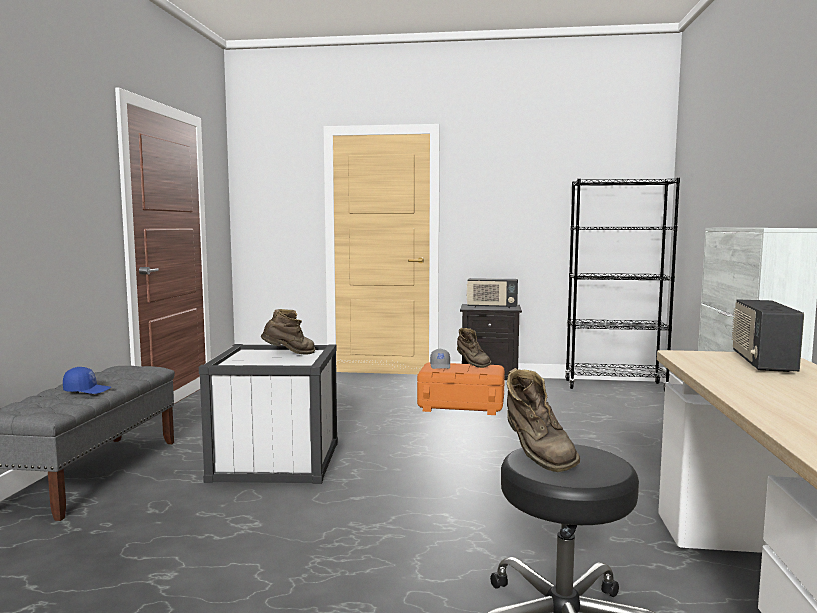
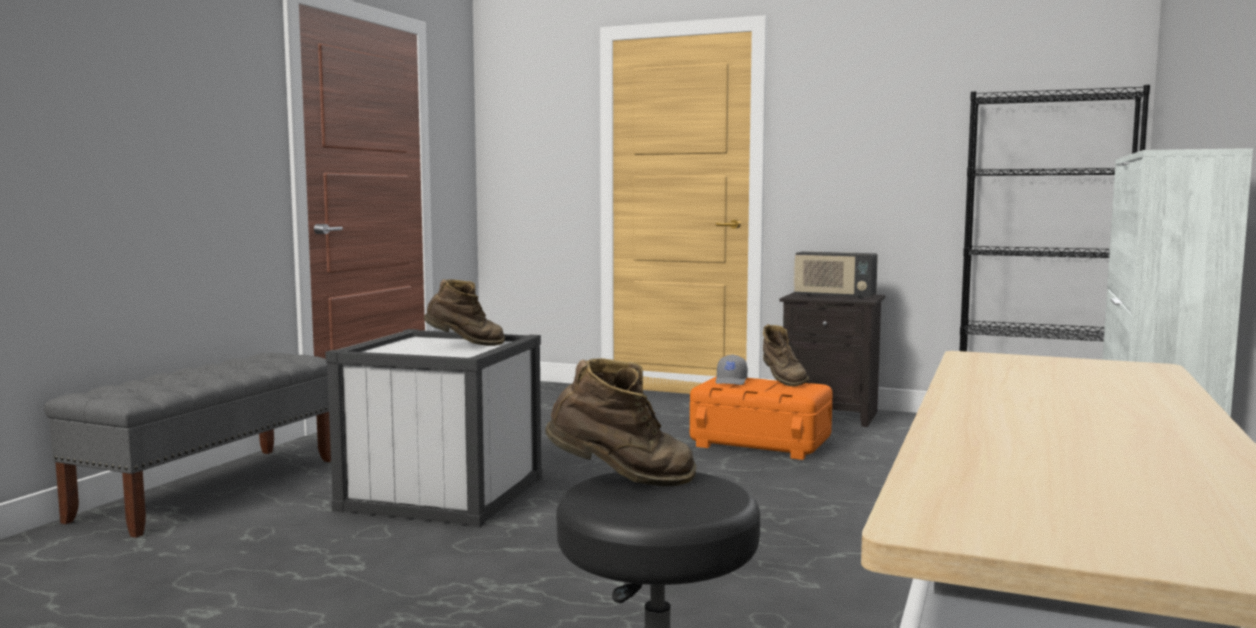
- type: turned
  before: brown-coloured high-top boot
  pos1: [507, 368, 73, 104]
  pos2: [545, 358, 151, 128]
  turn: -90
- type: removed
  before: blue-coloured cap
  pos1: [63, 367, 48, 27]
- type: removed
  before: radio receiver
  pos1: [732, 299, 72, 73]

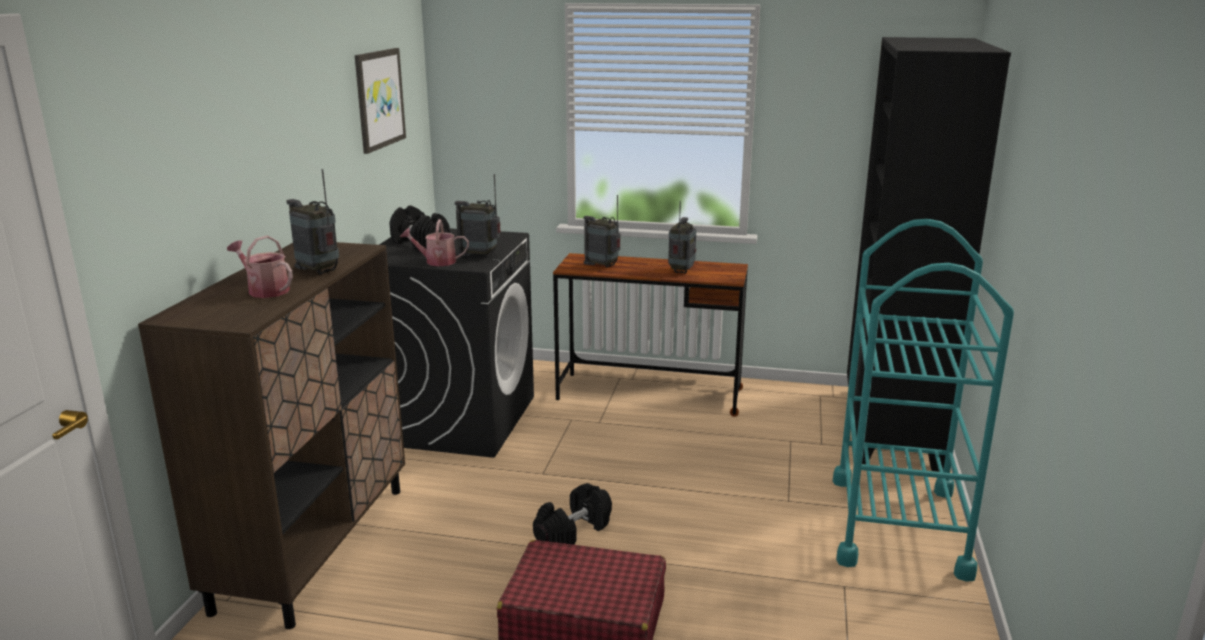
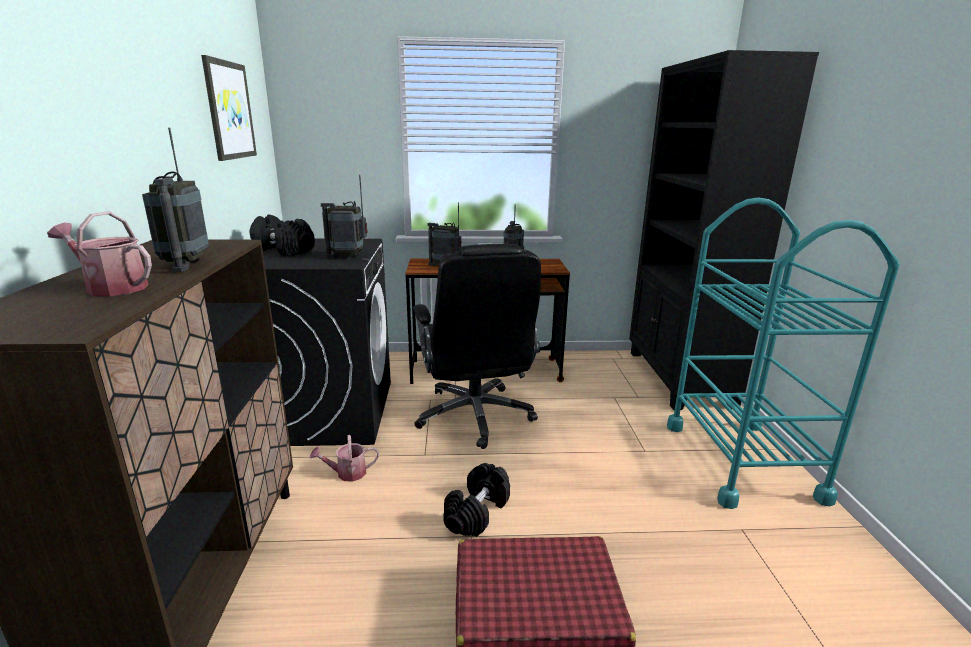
- type: turned
  before: radio receiver
  pos1: [287, 169, 52, 106]
  pos2: [142, 128, 67, 144]
  turn: -120
- type: moved
  before: watering can
  pos1: [400, 219, 69, 47]
  pos2: [310, 435, 69, 47]
- type: added
  after: black-coloured office chair
  pos2: [413, 244, 128, 205]

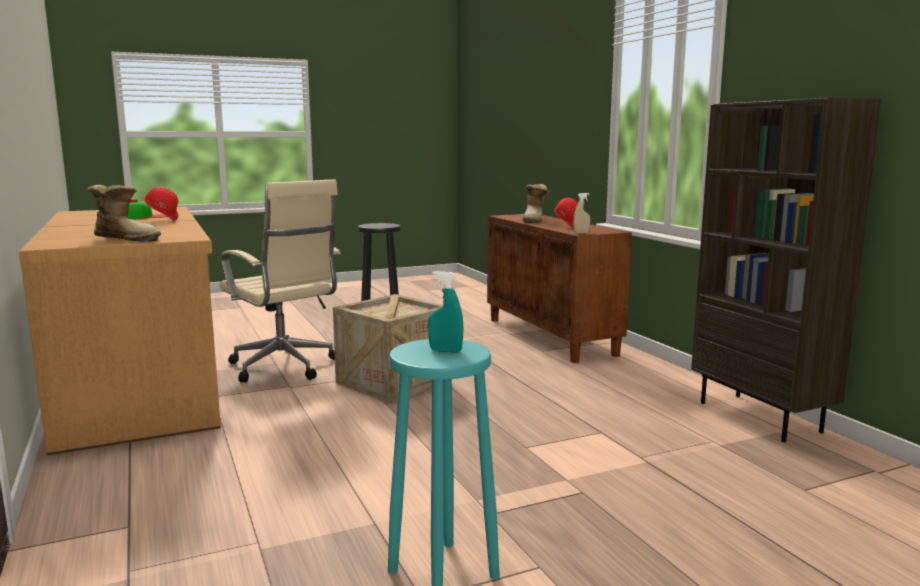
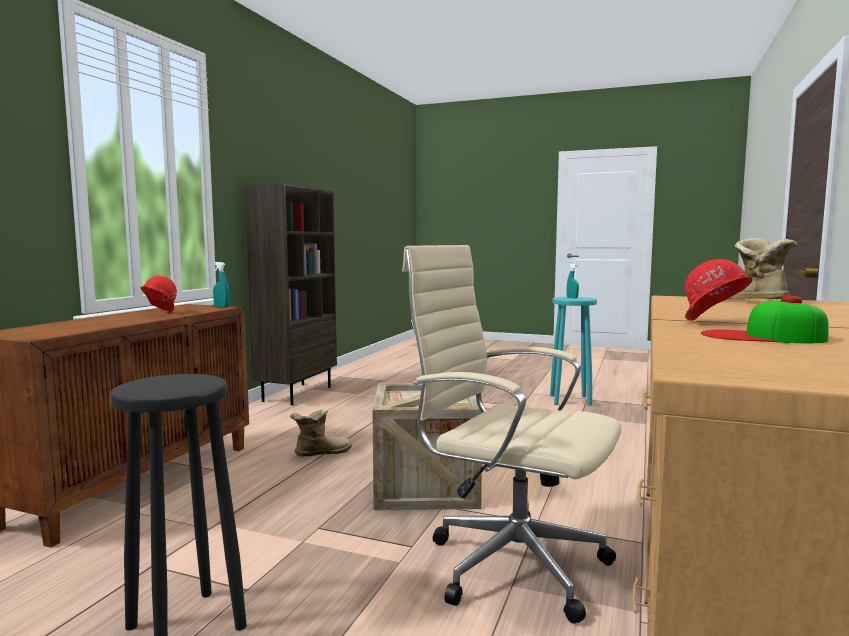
- type: recoloured
  before: sand-coloured sprayer
  after: turquoise-coloured sprayer
  pos1: [574, 193, 16, 41]
  pos2: [213, 262, 17, 46]
- type: moved
  before: high-top boot
  pos1: [523, 184, 26, 39]
  pos2: [290, 410, 63, 47]
- type: turned
  before: sand-coloured office chair
  pos1: [220, 179, 121, 203]
  pos2: [402, 245, 220, 379]
  turn: -60

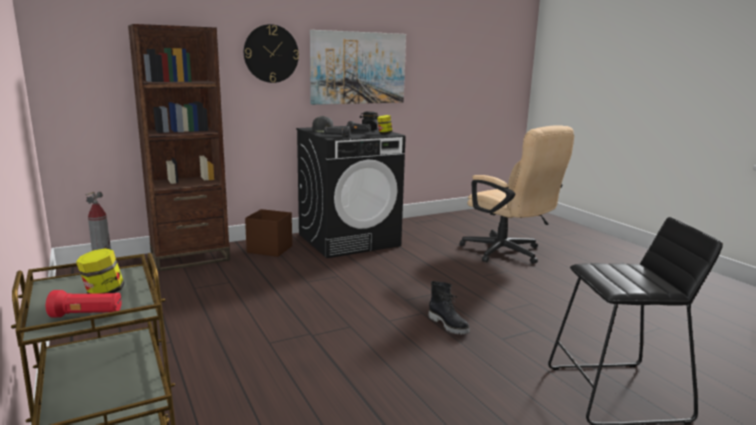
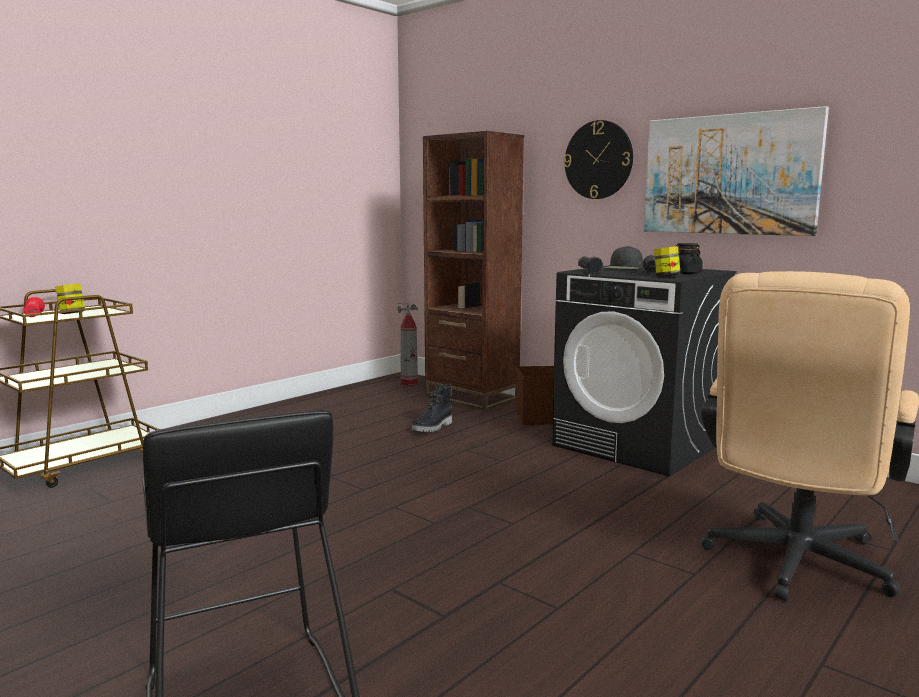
- type: moved
  before: black-coloured high-top boot
  pos1: [429, 281, 41, 54]
  pos2: [412, 384, 40, 48]

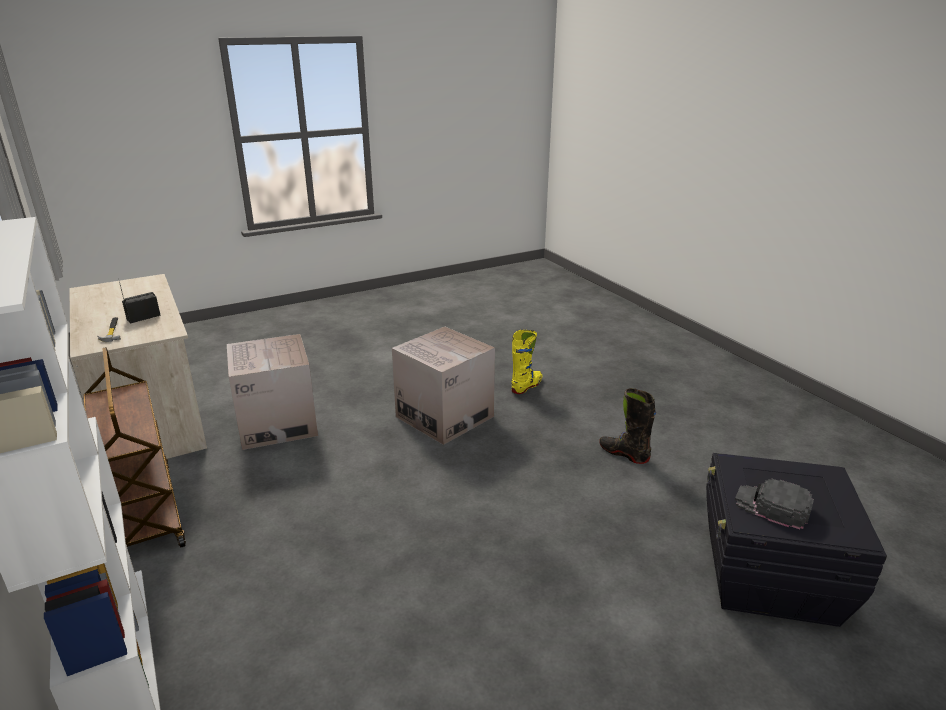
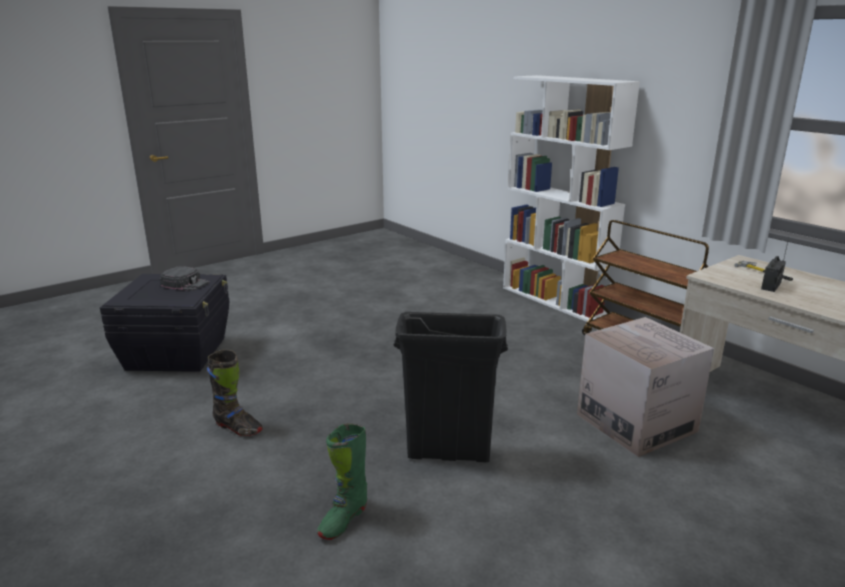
- type: recoloured
  before: yellow-coloured high-top boot
  after: green-coloured high-top boot
  pos1: [512, 330, 30, 64]
  pos2: [317, 424, 50, 116]
- type: replaced
  before: cardboard box
  after: black-coloured waste bin
  pos1: [392, 327, 103, 118]
  pos2: [393, 312, 115, 150]

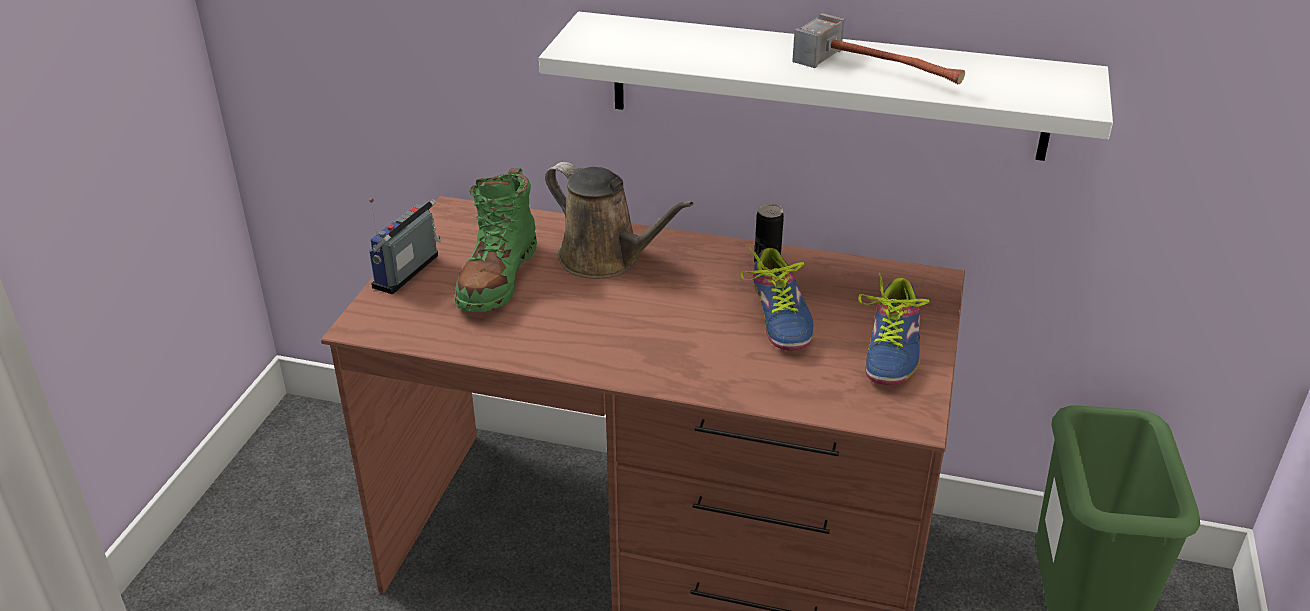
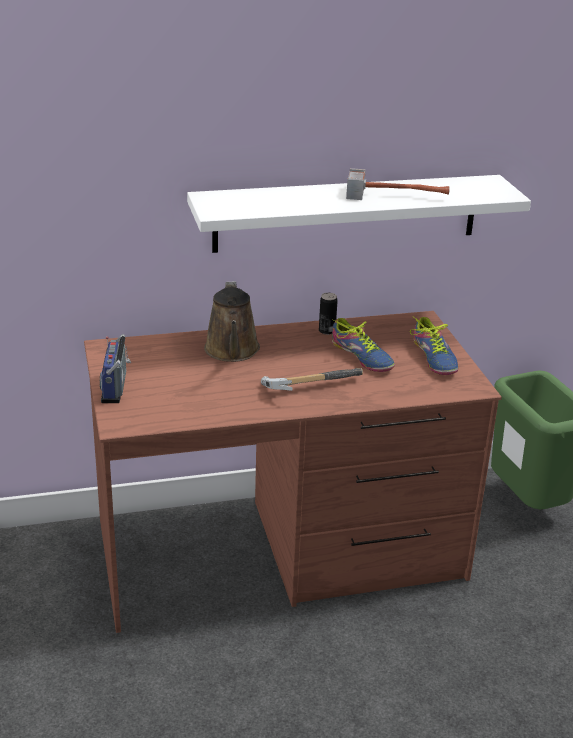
- type: turned
  before: brown-coloured watering can
  pos1: [545, 162, 149, 117]
  pos2: [204, 281, 56, 81]
  turn: 75
- type: added
  after: hand hammer
  pos2: [261, 368, 102, 23]
- type: removed
  before: green-coloured high-top boot
  pos1: [454, 168, 83, 144]

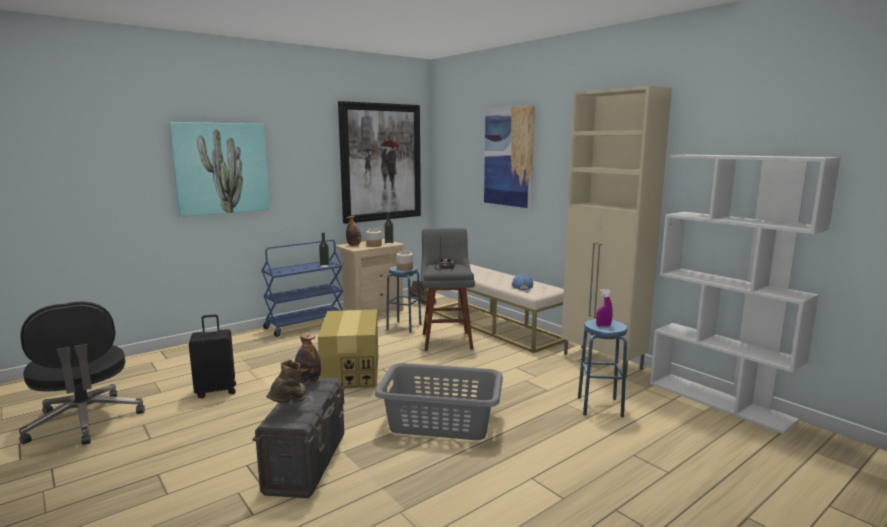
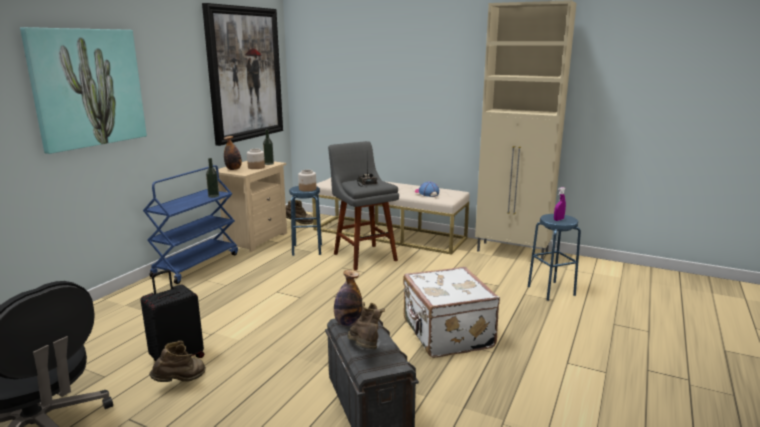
- type: added
  after: brown-coloured high-top boot
  pos2: [149, 341, 57, 41]
- type: replaced
  before: greyish laundry basket
  after: white-coloured travel case
  pos1: [375, 363, 128, 77]
  pos2: [403, 267, 97, 91]
- type: removed
  before: cardboard box
  pos1: [318, 310, 60, 78]
- type: removed
  before: wall picture
  pos1: [484, 105, 51, 103]
- type: removed
  before: white-coloured bookshelf
  pos1: [650, 154, 191, 280]

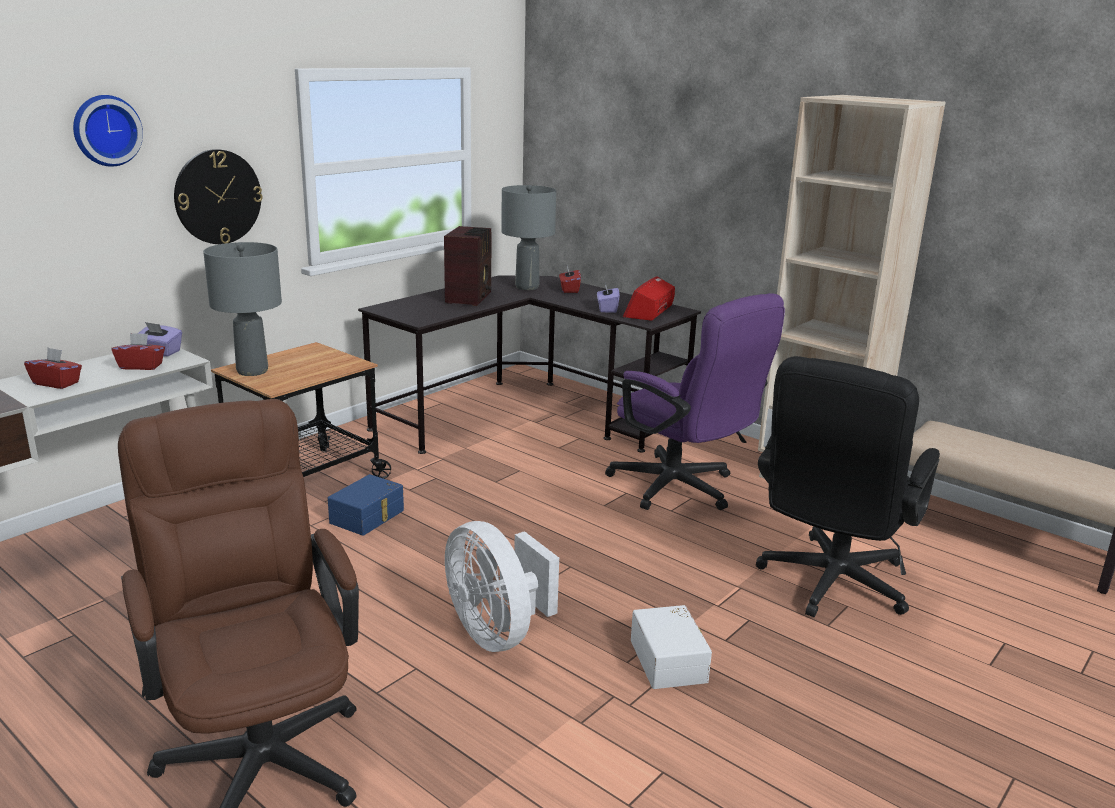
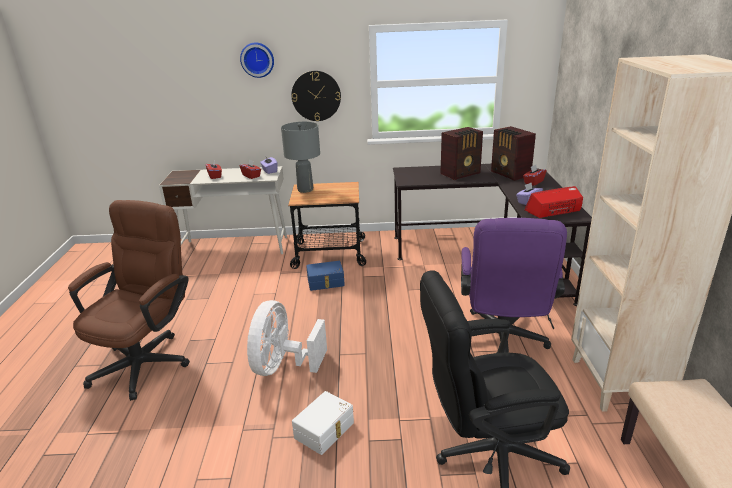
- type: replaced
  before: greyish tabletop lamp
  after: radio receiver
  pos1: [501, 185, 55, 105]
  pos2: [491, 126, 45, 55]

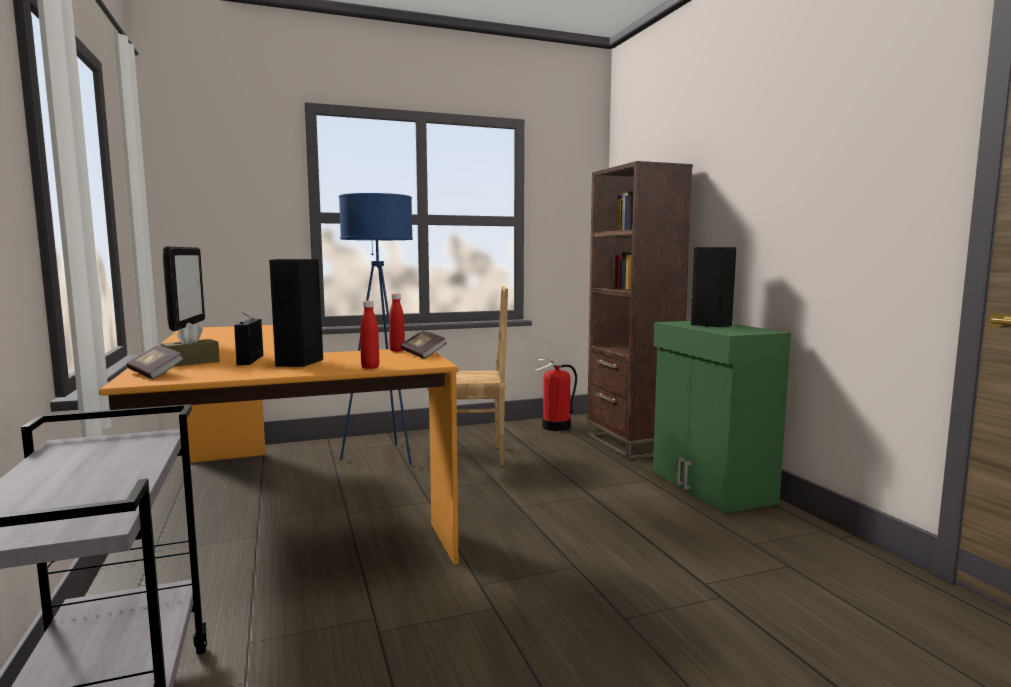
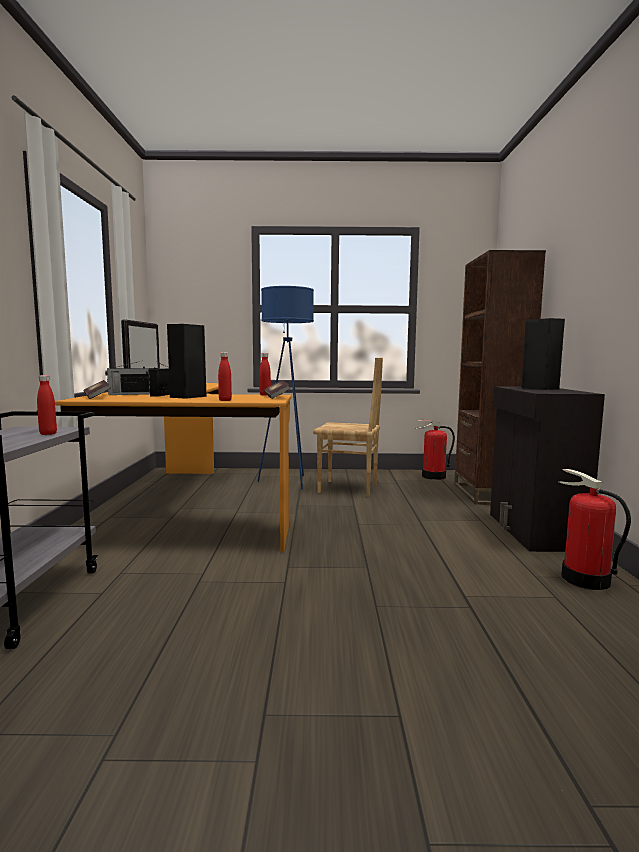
- type: added
  after: reddish drink bottle
  pos2: [37, 375, 20, 60]
- type: replaced
  before: brown-coloured tissue holder
  after: radio receiver
  pos1: [160, 323, 60, 44]
  pos2: [105, 361, 45, 34]
- type: recoloured
  before: green-coloured storage cabinet
  after: black-coloured storage cabinet
  pos1: [653, 321, 138, 192]
  pos2: [490, 386, 115, 166]
- type: added
  after: fire extinguisher
  pos2: [559, 469, 72, 121]

